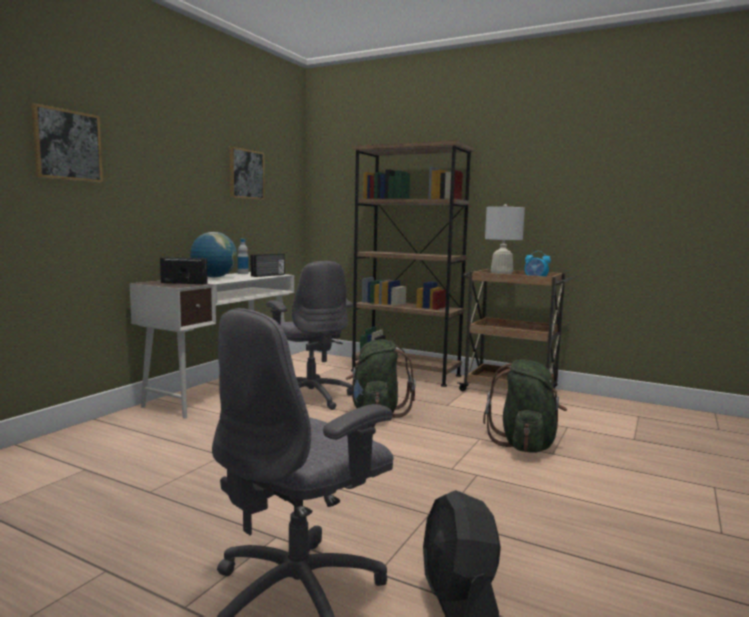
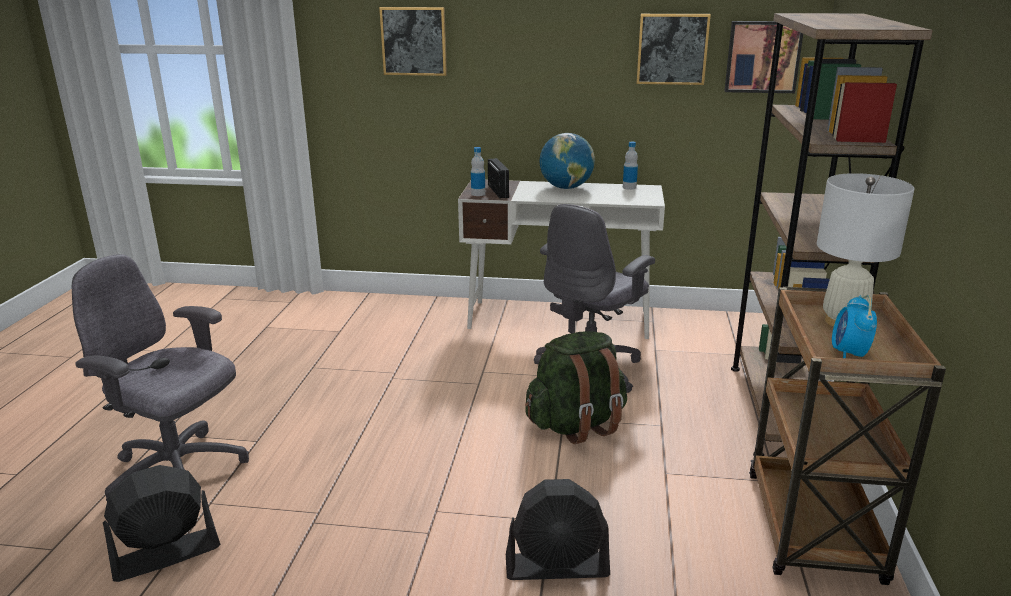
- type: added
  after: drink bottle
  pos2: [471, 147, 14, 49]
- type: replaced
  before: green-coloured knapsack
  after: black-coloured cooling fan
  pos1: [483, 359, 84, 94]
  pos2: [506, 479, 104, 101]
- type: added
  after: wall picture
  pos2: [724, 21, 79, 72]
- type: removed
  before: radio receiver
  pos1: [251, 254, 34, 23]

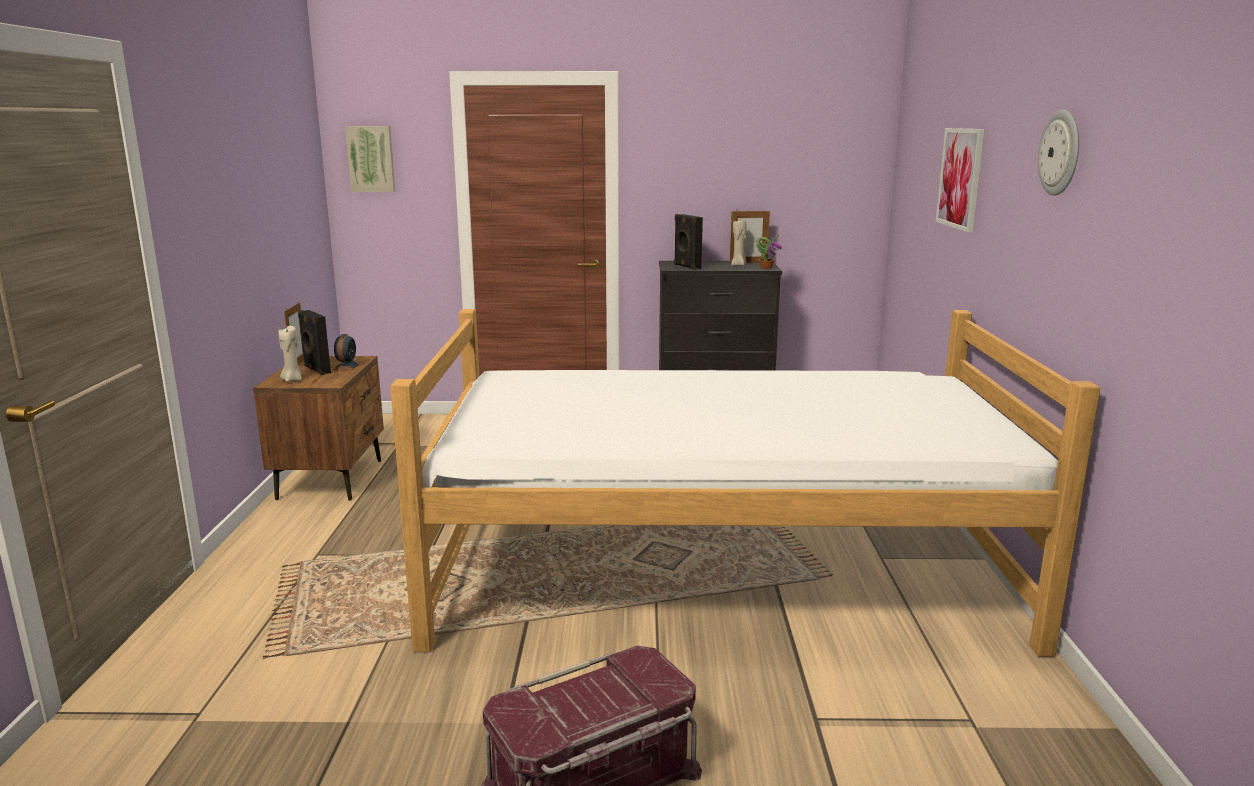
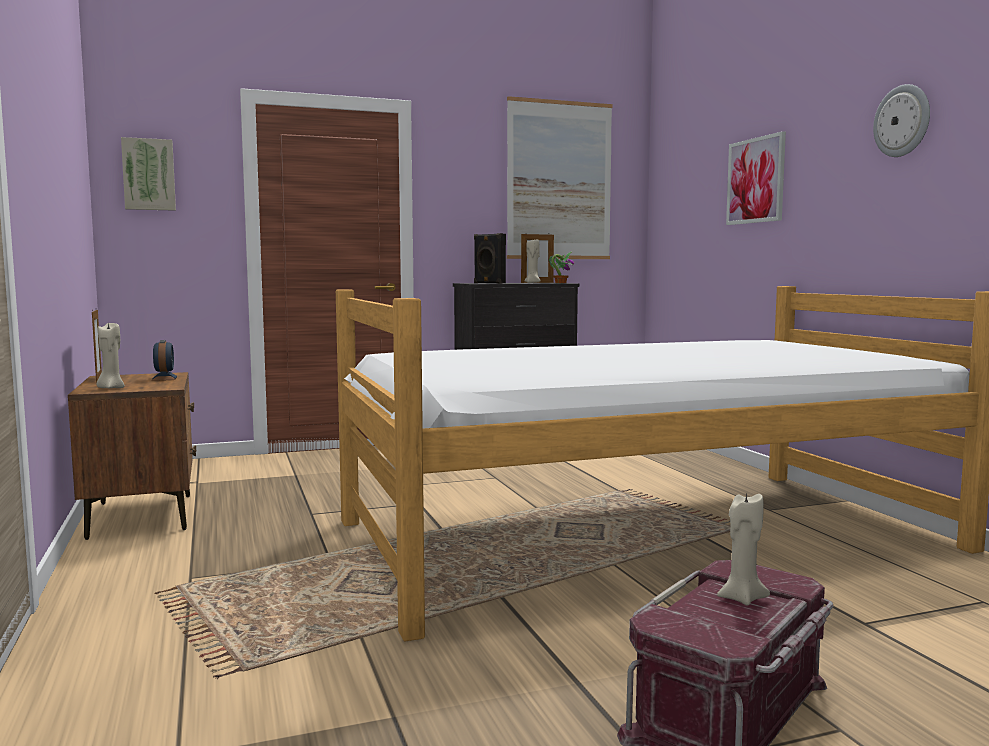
- type: added
  after: wall picture
  pos2: [507, 96, 106, 163]
- type: added
  after: sand-coloured wax candle
  pos2: [717, 491, 53, 115]
- type: removed
  before: black-coloured loudspeaker
  pos1: [298, 310, 33, 65]

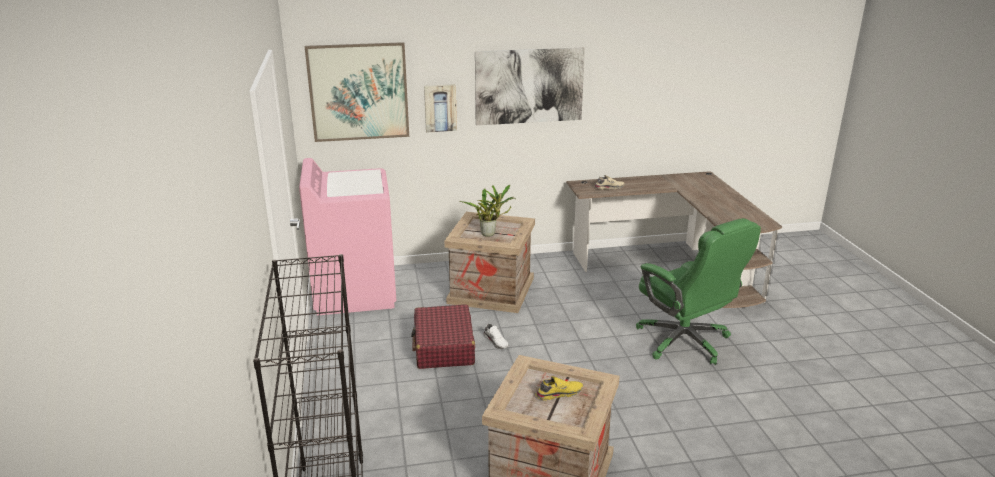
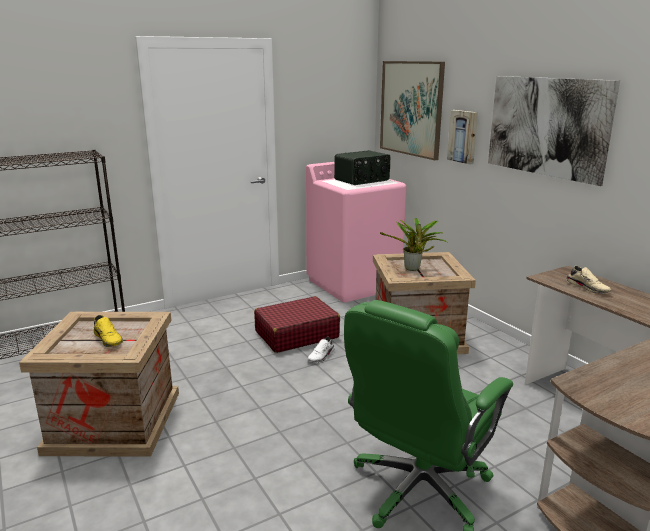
- type: added
  after: radio receiver
  pos2: [334, 150, 56, 35]

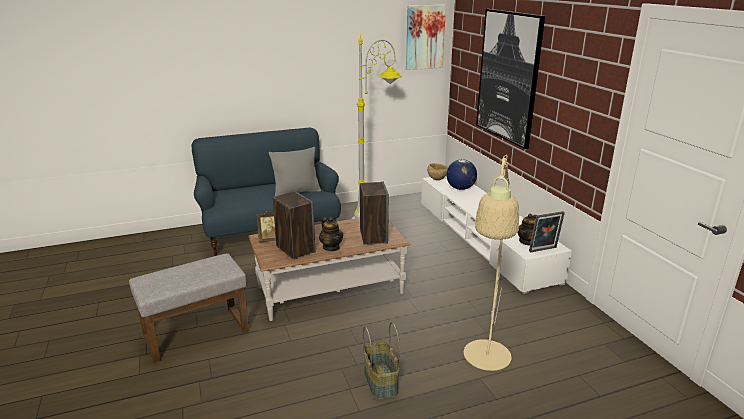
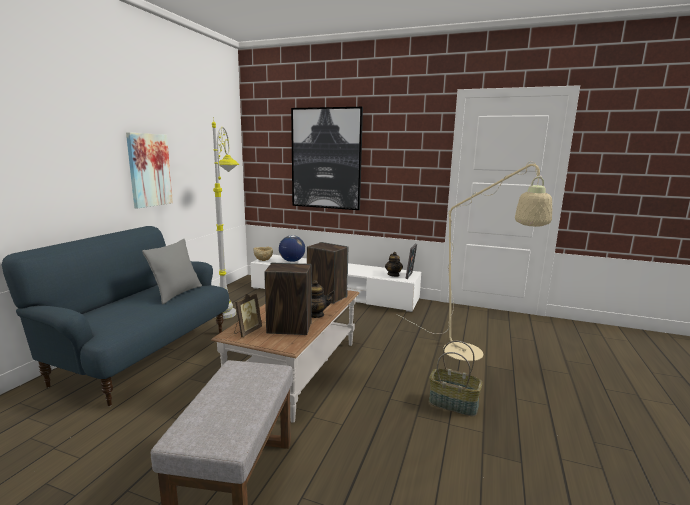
- type: moved
  before: wall picture
  pos1: [406, 5, 40, 65]
  pos2: [126, 132, 47, 77]

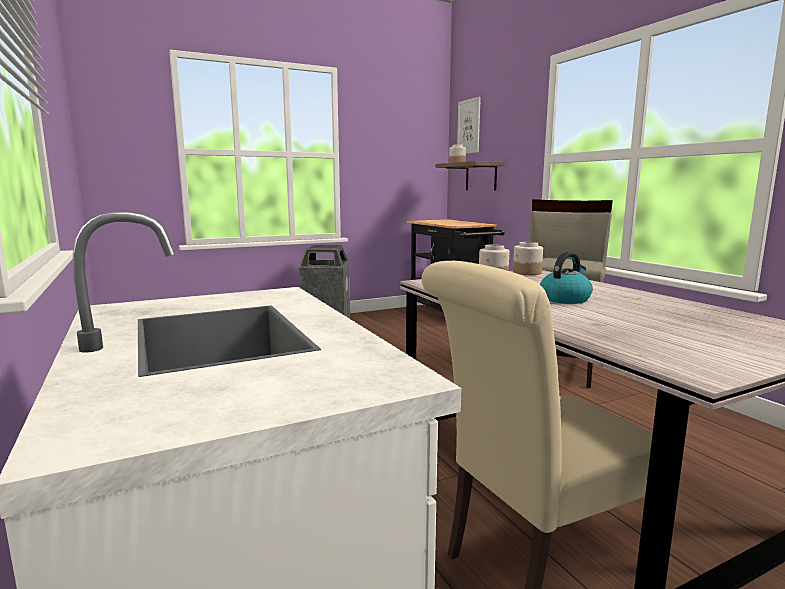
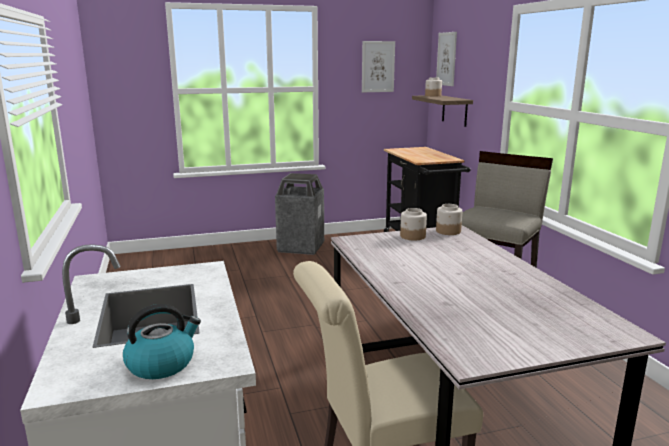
- type: moved
  before: kettle
  pos1: [540, 252, 53, 52]
  pos2: [123, 304, 78, 75]
- type: added
  after: wall picture
  pos2: [362, 41, 33, 51]

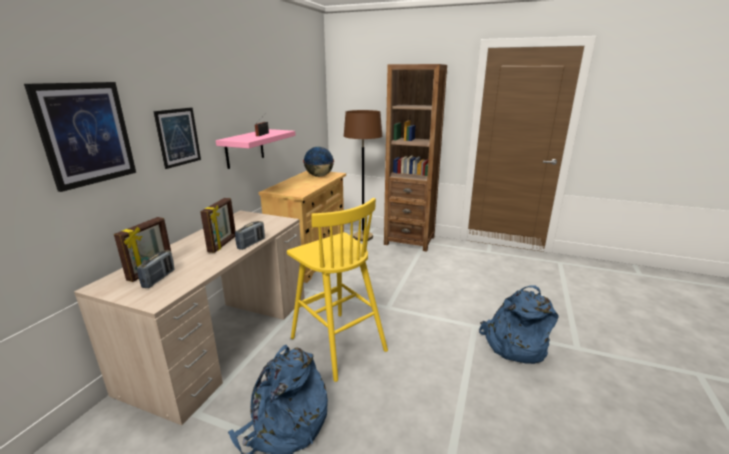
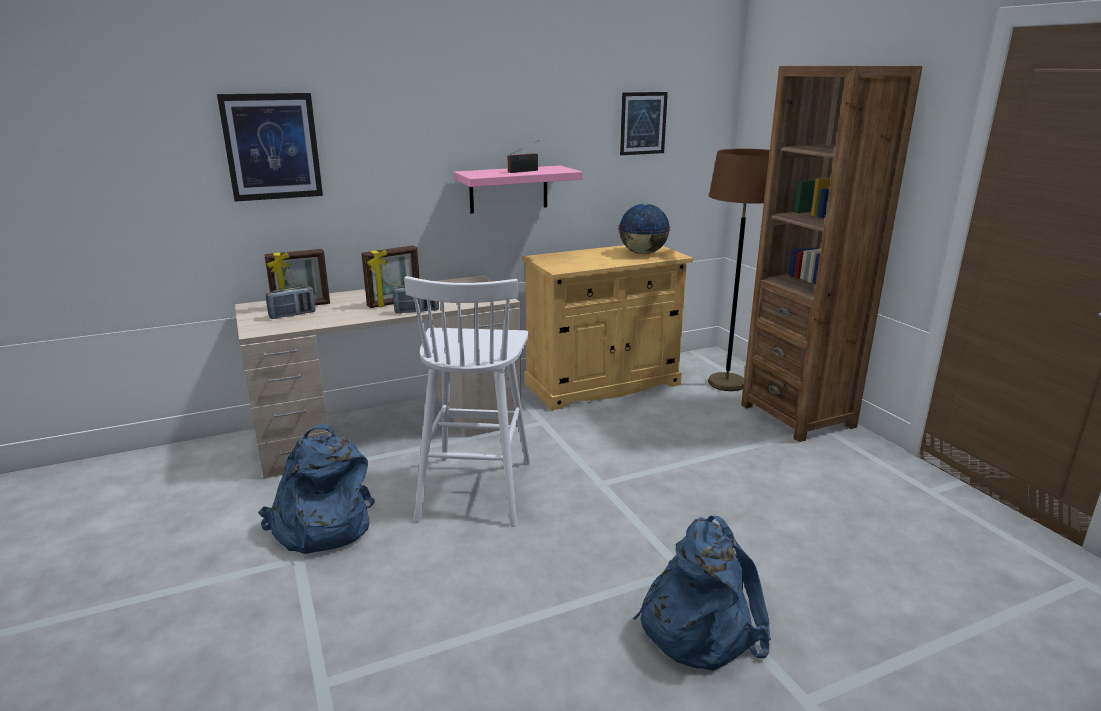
- type: recoloured
  before: yellow-coloured stool seat
  after: white-coloured stool seat
  pos1: [287, 198, 101, 184]
  pos2: [404, 276, 126, 251]
- type: moved
  before: wall picture
  pos1: [153, 107, 48, 62]
  pos2: [620, 92, 48, 63]

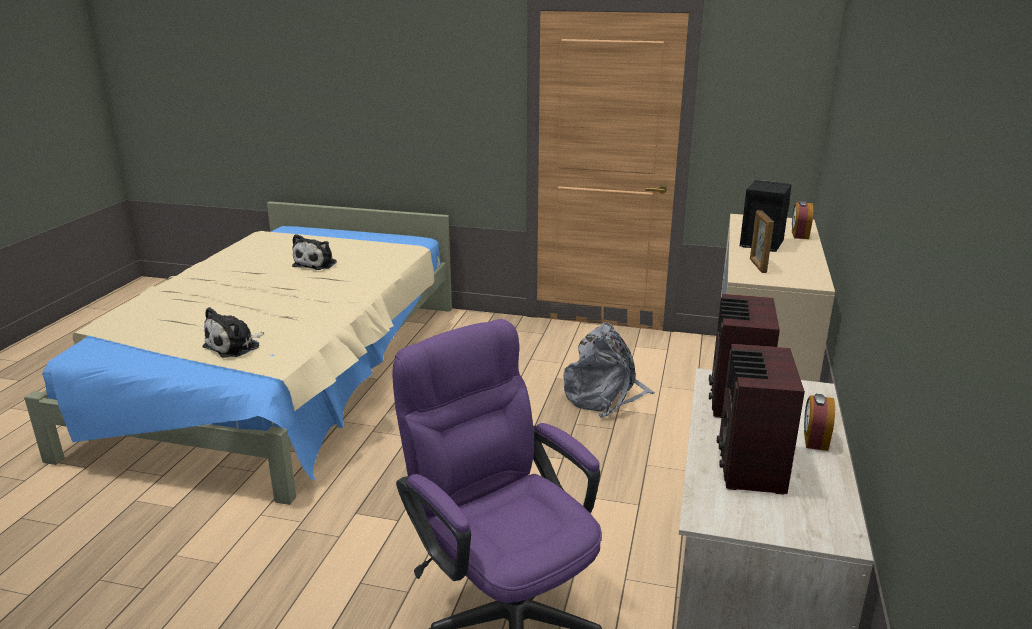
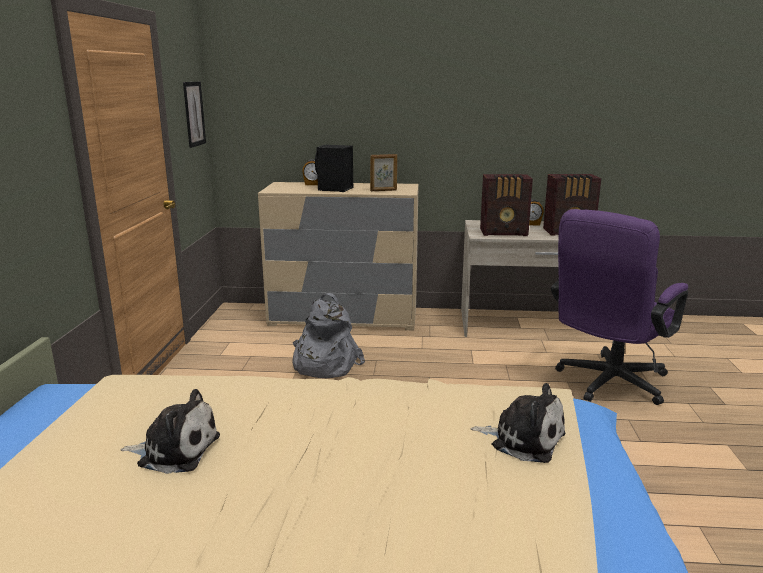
- type: added
  after: wall picture
  pos2: [183, 82, 23, 66]

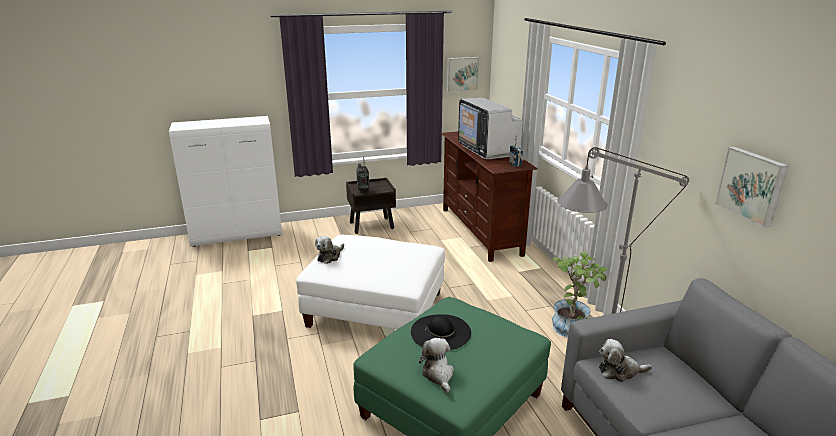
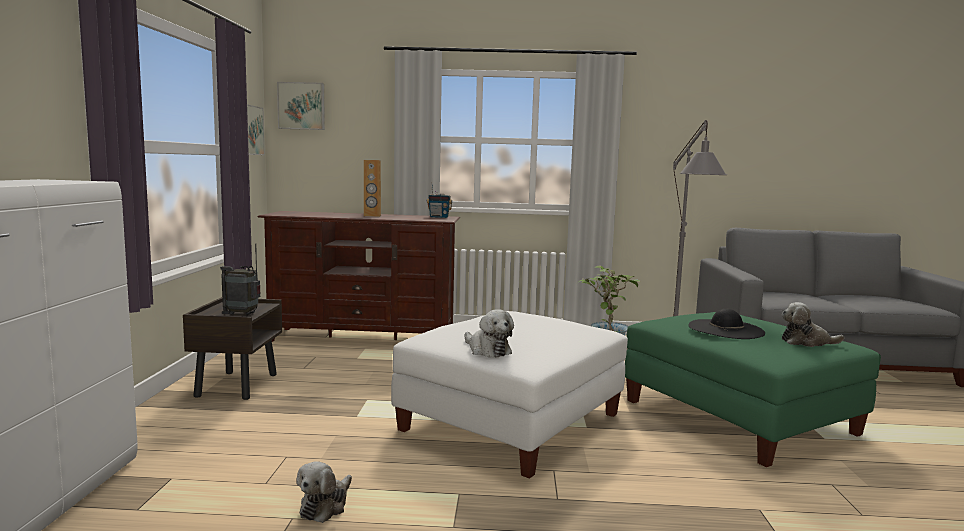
- type: moved
  before: wall picture
  pos1: [715, 146, 74, 82]
  pos2: [277, 82, 48, 48]
- type: moved
  before: cuddly toy
  pos1: [599, 339, 53, 43]
  pos2: [296, 462, 56, 61]
- type: replaced
  before: TV set
  after: brown-coloured loudspeaker
  pos1: [458, 97, 65, 62]
  pos2: [364, 160, 17, 57]

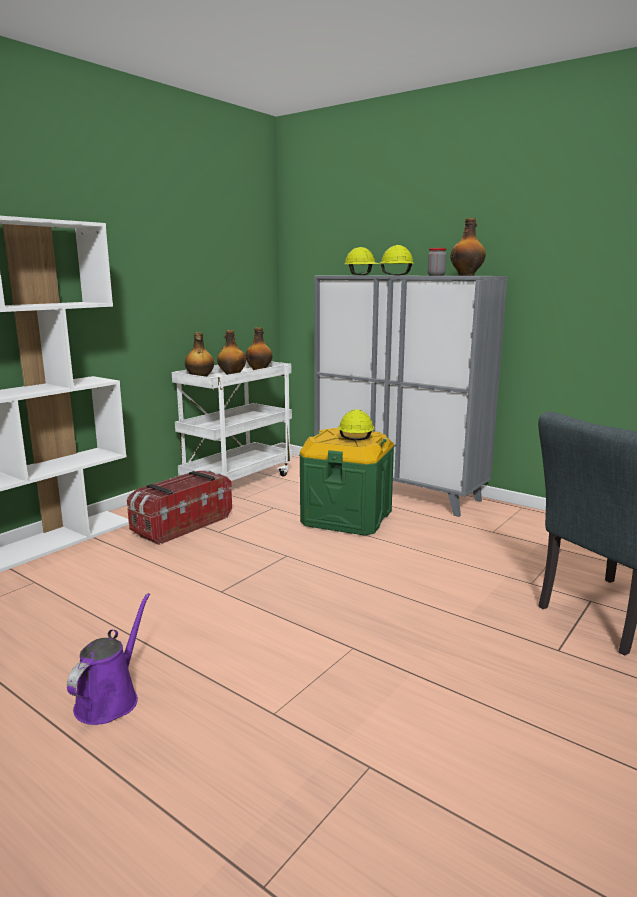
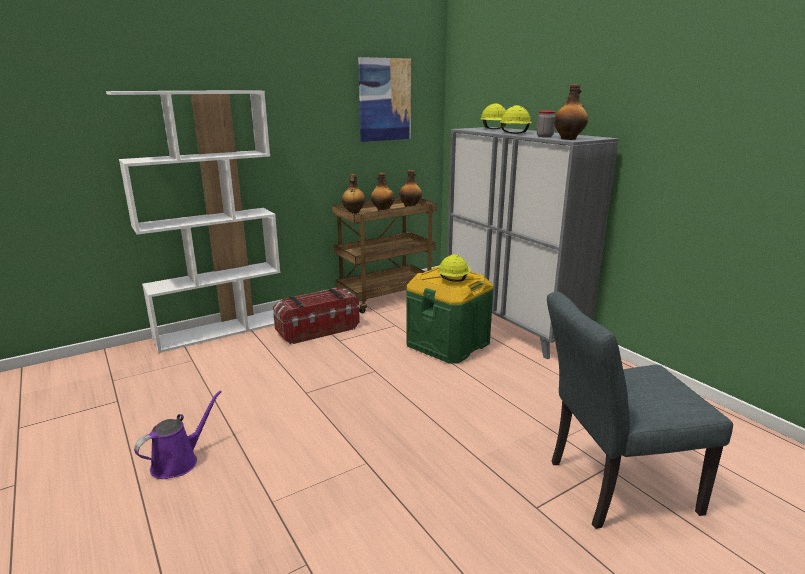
- type: recoloured
  before: white-coloured trolley
  after: brown-coloured trolley
  pos1: [172, 361, 121, 120]
  pos2: [332, 197, 104, 116]
- type: added
  after: wall picture
  pos2: [358, 57, 53, 85]

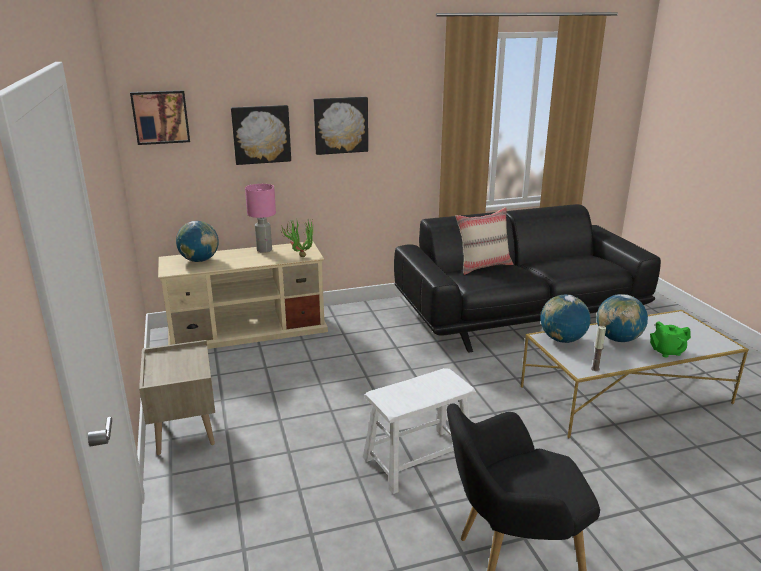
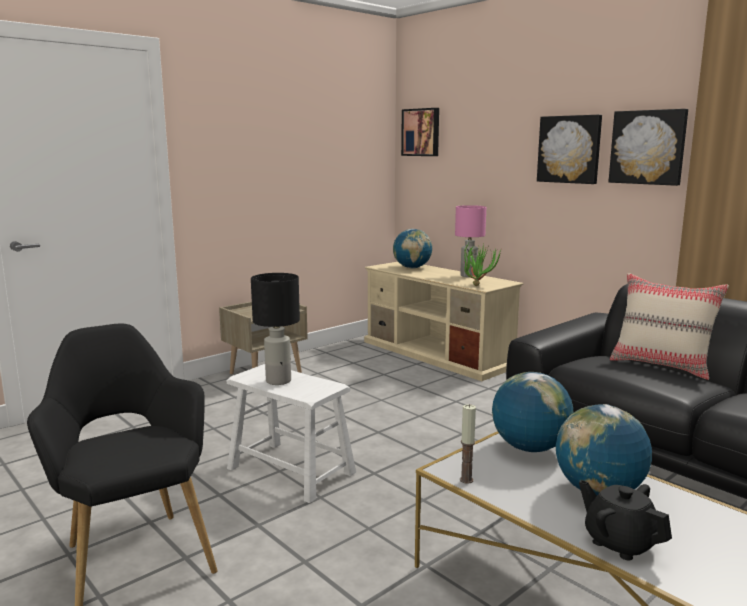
- type: added
  after: black-coloured tabletop lamp
  pos2: [251, 273, 49, 112]
- type: recoloured
  before: green-coloured pot for tea
  after: black-coloured pot for tea
  pos1: [650, 321, 41, 36]
  pos2: [579, 480, 93, 80]
- type: moved
  before: wall picture
  pos1: [231, 105, 60, 60]
  pos2: [609, 109, 79, 77]

